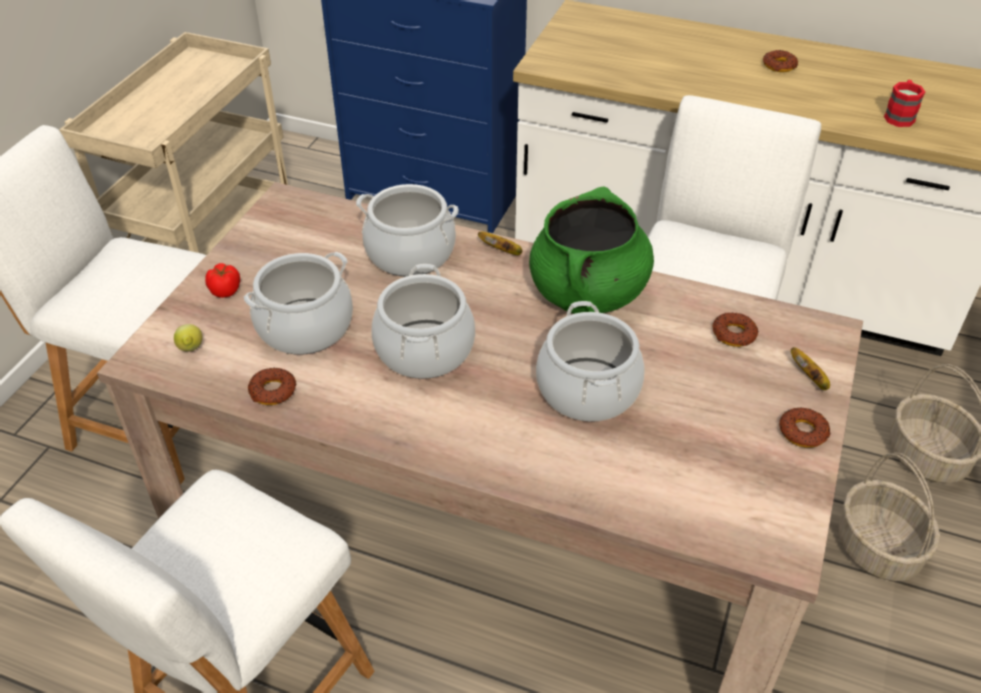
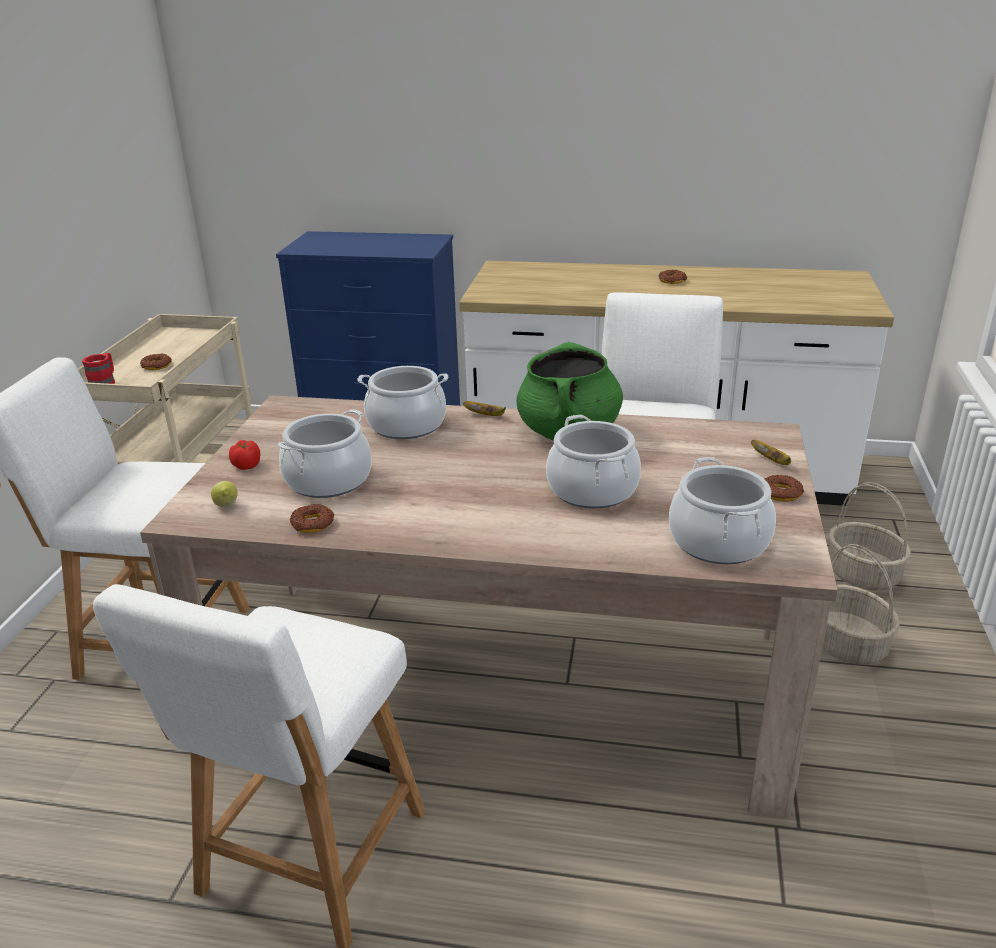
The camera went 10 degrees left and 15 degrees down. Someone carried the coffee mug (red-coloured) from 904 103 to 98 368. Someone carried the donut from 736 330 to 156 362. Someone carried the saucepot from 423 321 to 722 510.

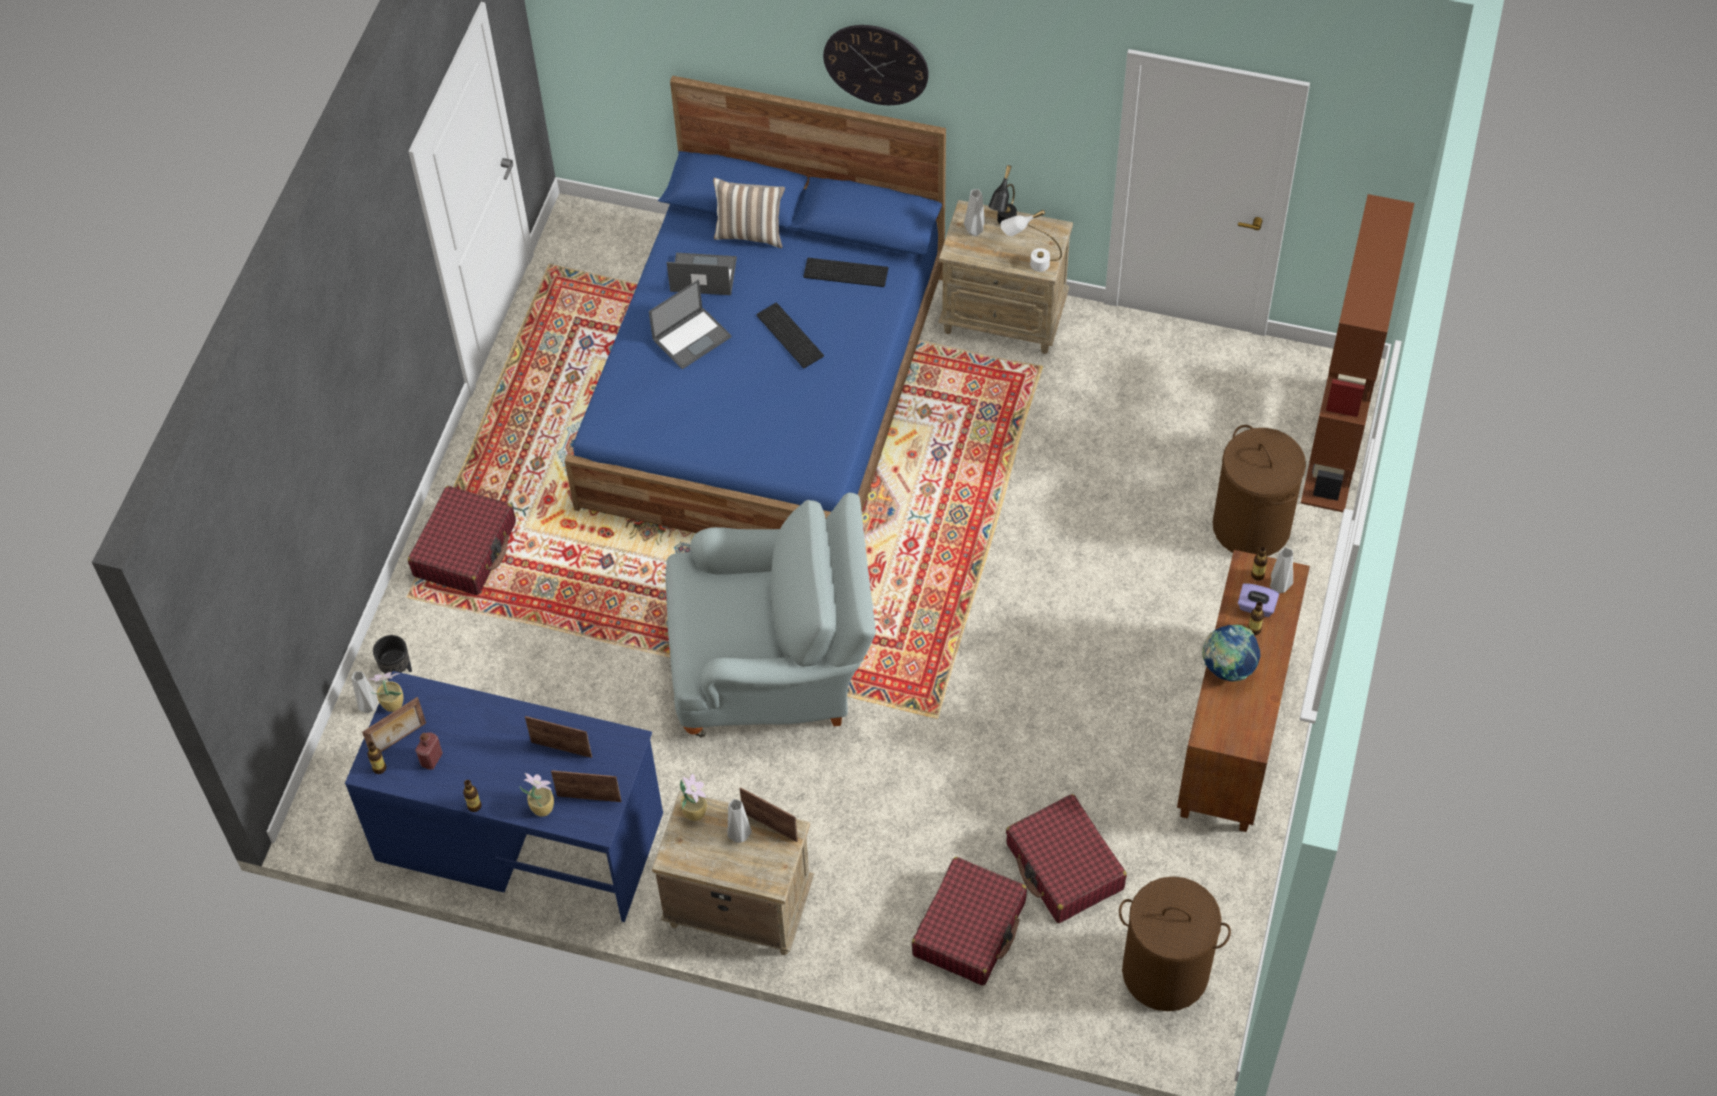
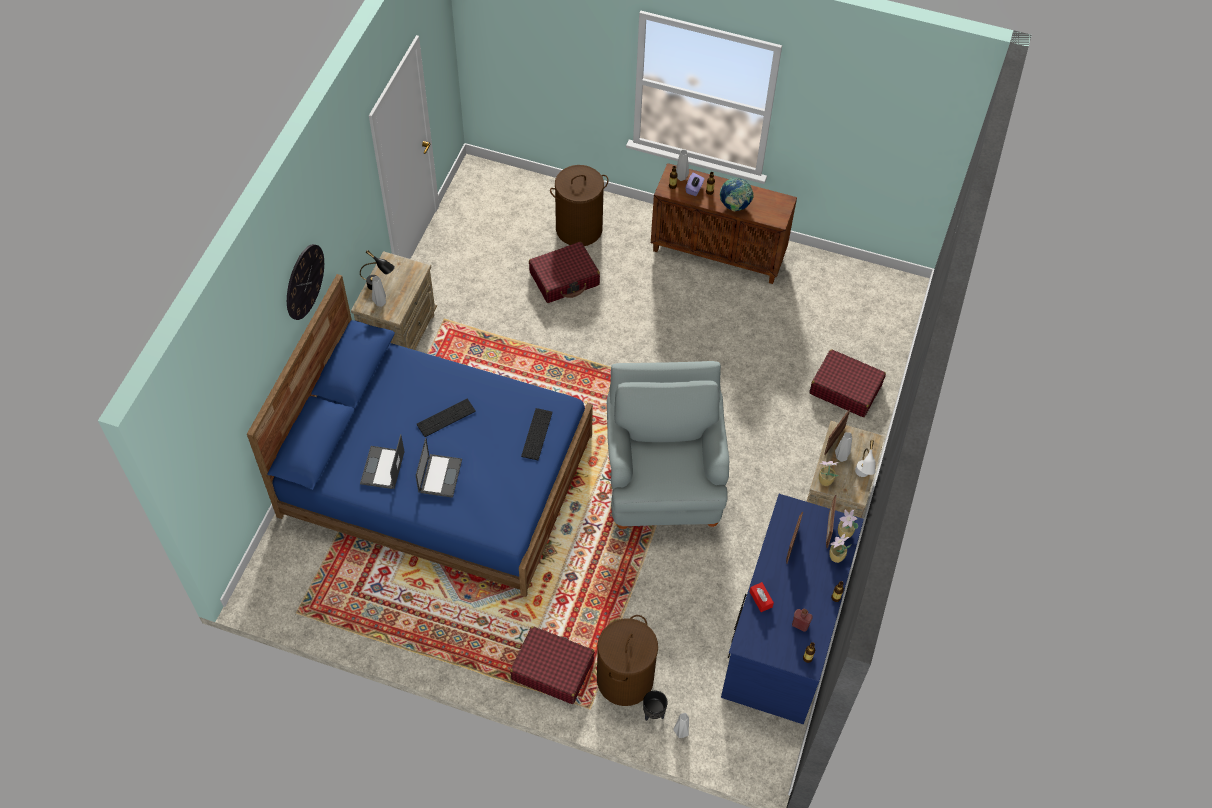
The camera went 90 degrees left and 0 degrees up. Someone rotated the portable computer at 690 324 by 45 degrees clockwise. Someone carried the keyboard from 845 272 to 536 434. Someone carried the suitcase (red-coloured) from 1066 858 to 564 272. Someone carried the hamper (brownish) from 1175 943 to 627 660. Someone put down the tissue box (red-coloured) at 762 597. Someone carried the potted plant from 385 692 to 848 523. Someone carried the lamp for a table (whitish) from 1031 241 to 865 458. Someone took away the picture frame at 394 724. Someone took away the cushion at 749 213. Someone took away the shelving unit (brownish) at 1357 353.

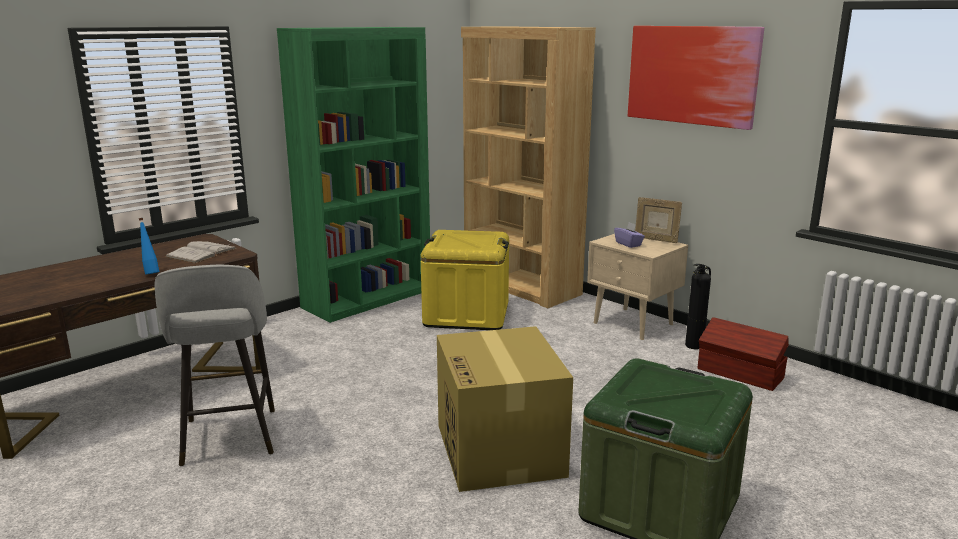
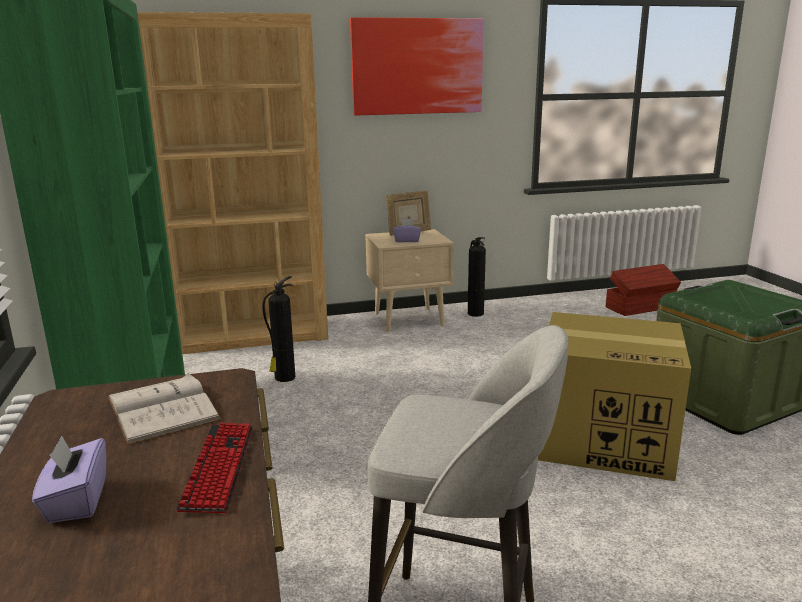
The camera went 60 degrees left and 0 degrees up. Someone put down the tissue box (purple-coloured) at 69 479. Someone swapped the beverage bottle (bluish) at 149 246 for the keyboard at 214 467. Someone swapped the storage bin (yellow) at 464 280 for the extinguisher at 279 329. Someone carried the storage bin (brownish) from 743 354 to 643 290.

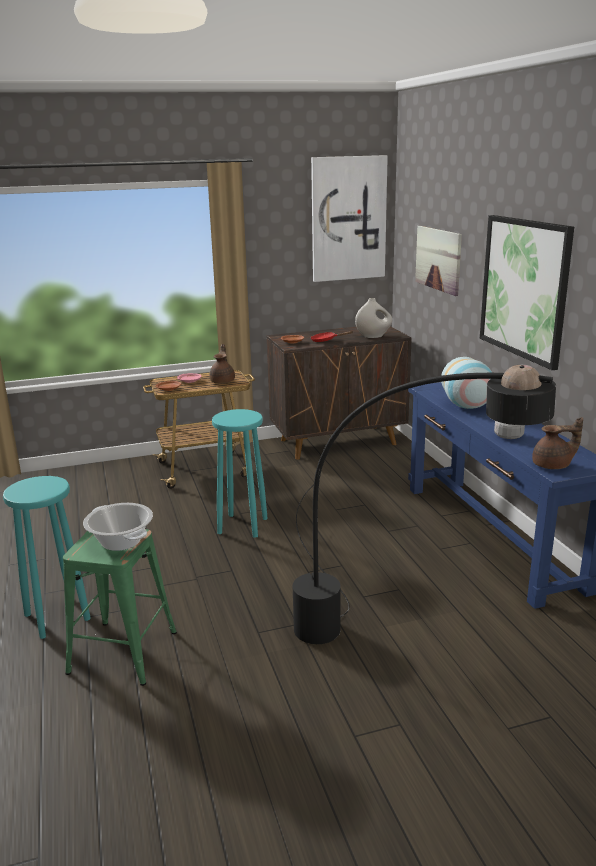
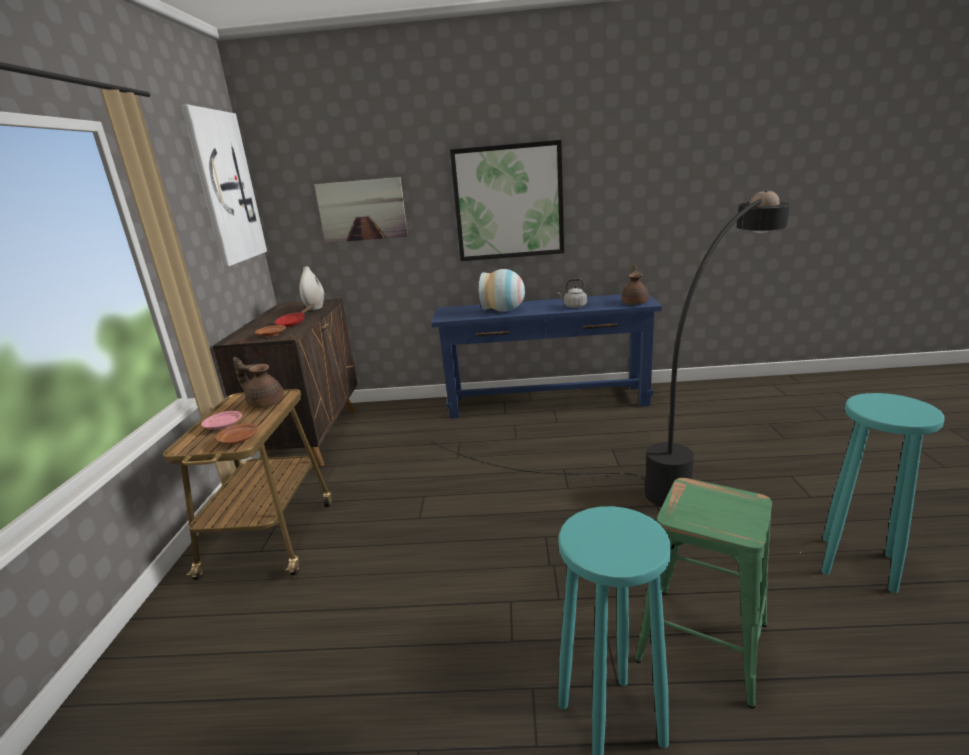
The camera went 70 degrees left and 0 degrees up. Someone carried the stool seat (turquoise) from 240 473 to 883 493. Someone took away the saucepot at 118 527.

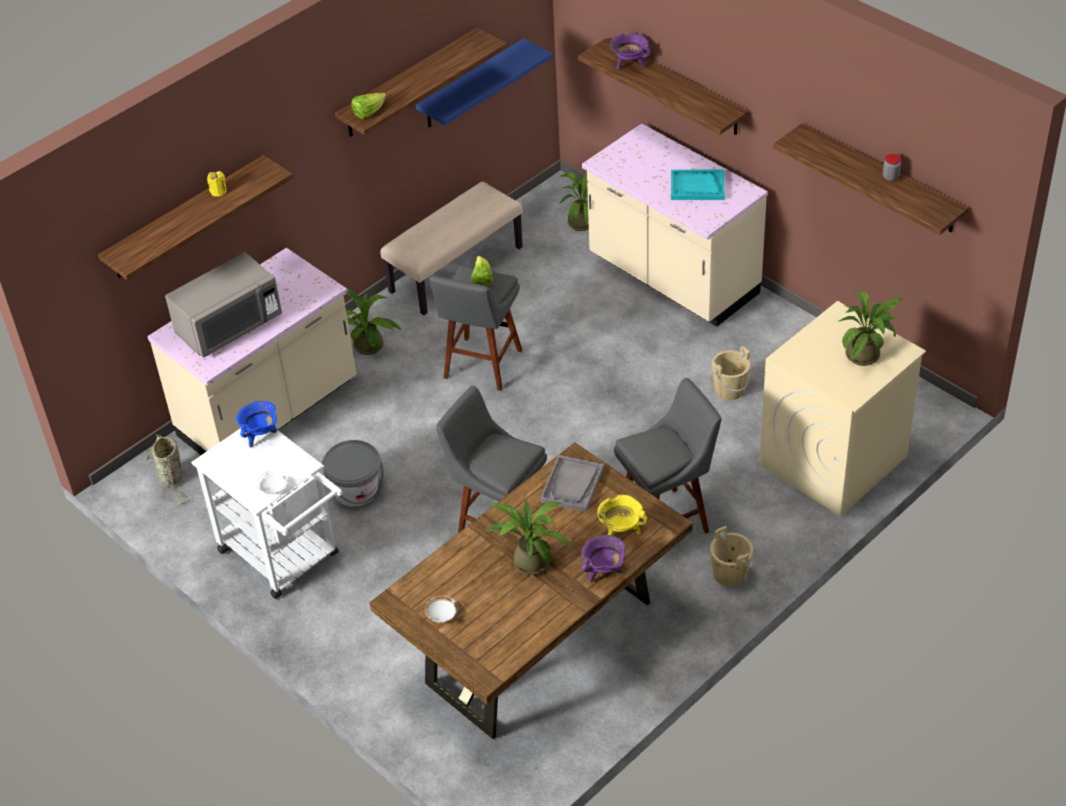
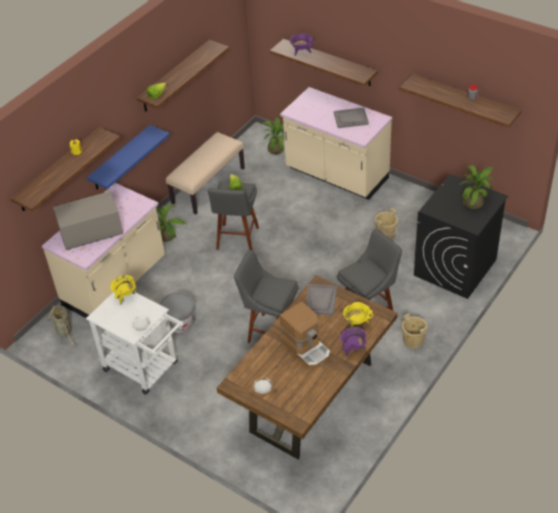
The camera went 10 degrees left and 0 degrees up. Someone rotated the kitchen microwave (grey) at 223 304 by 150 degrees counterclockwise. Someone carried the bracket shelf (bluish) from 484 83 to 128 157. Someone repainted the saucepot (bluish) at 257 424, which became the saucepot (yellow) at 123 289. Someone swapped the potted plant at 529 538 for the coffee machine at 305 334. Someone repainted the tray (turquoise) at 698 185, which became the tray (grey) at 351 118. Someone repainted the laundry appliance (sand-coloured) at 842 409, which became the laundry appliance (black) at 461 236.

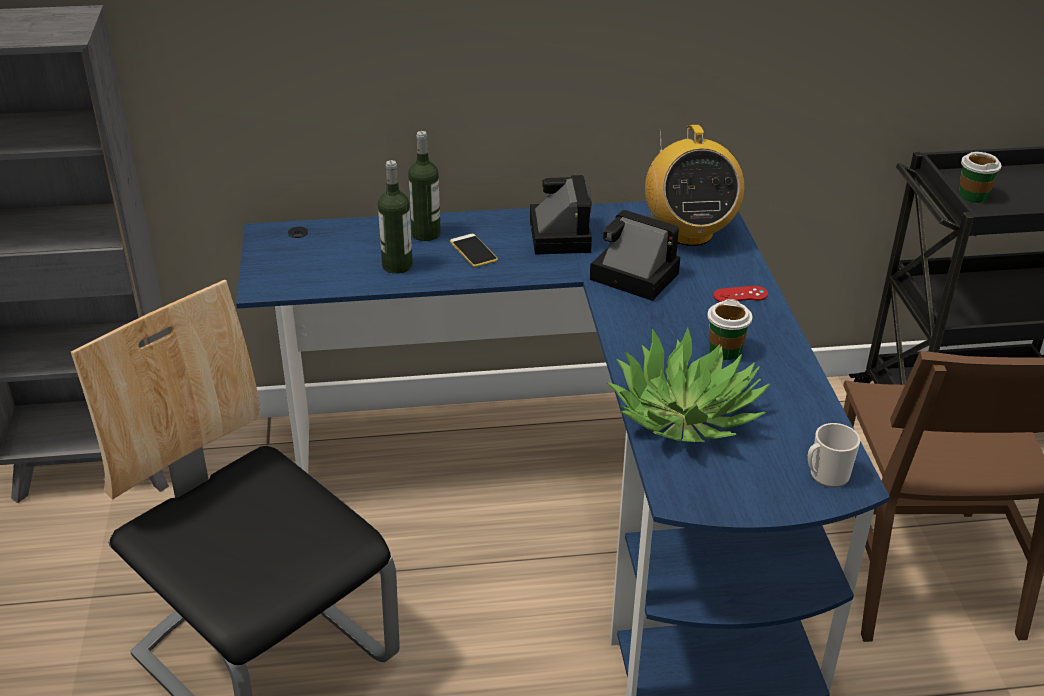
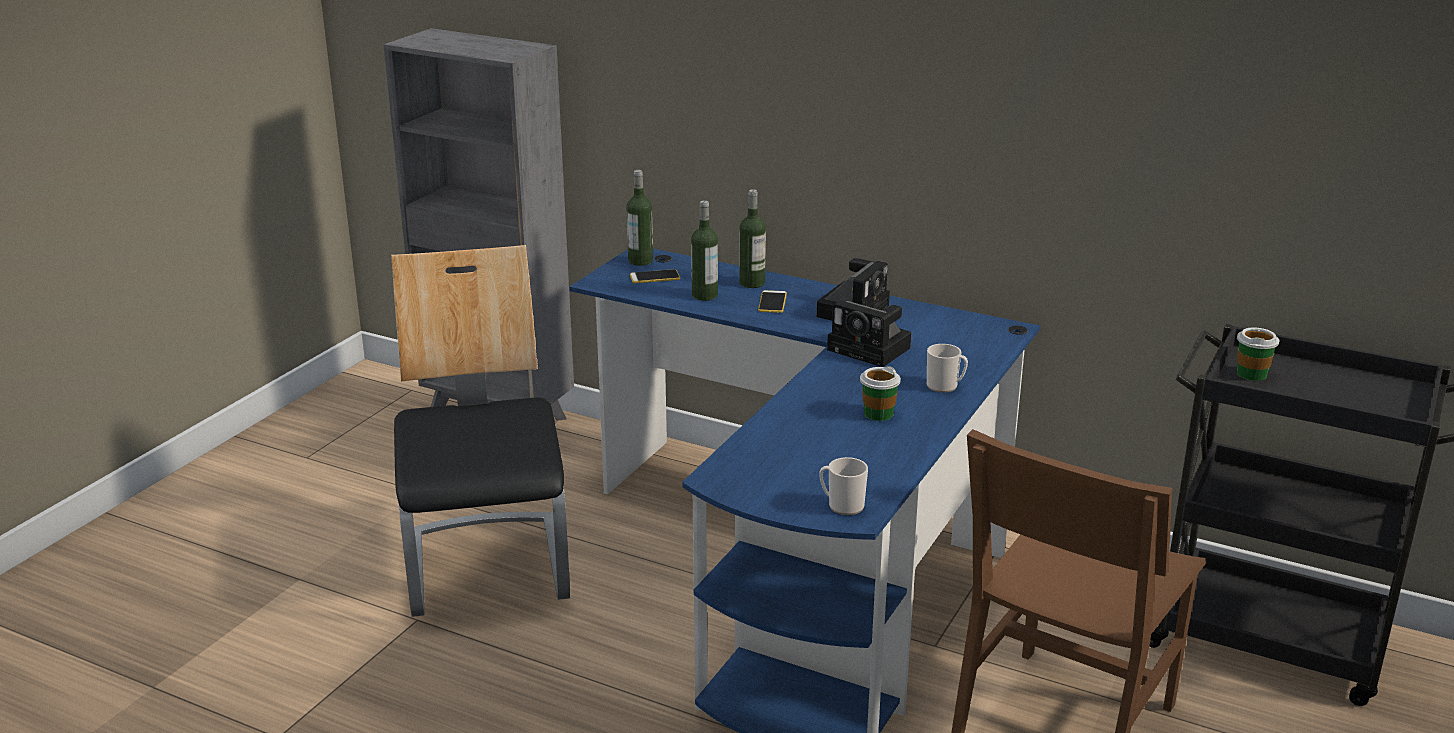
The camera went 35 degrees right and 10 degrees down. Someone put down the beverage bottle at 640 218. Someone put down the telephone at 655 276. Someone rotated the photo camera at 635 255 by 150 degrees clockwise. Someone swapped the joypad (red-coloured) at 740 294 for the coffee mug at 947 368. Someone took away the potted plant at 688 384. Someone took away the radio at 694 185.

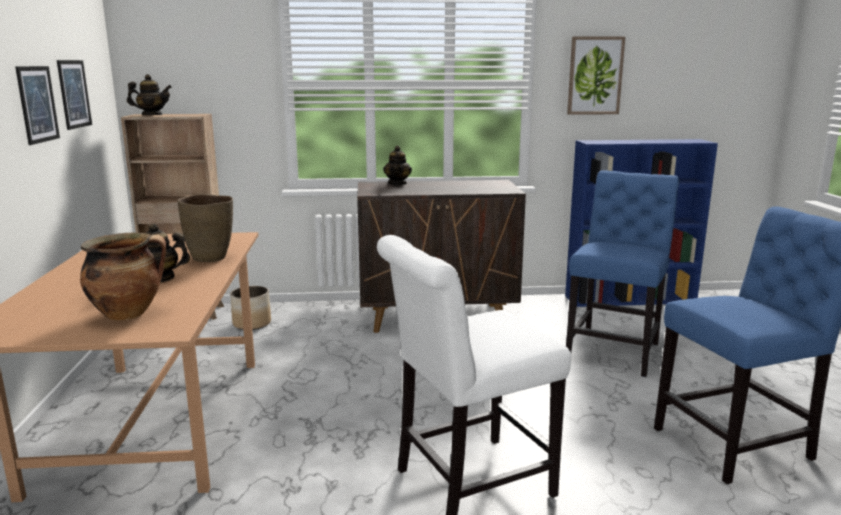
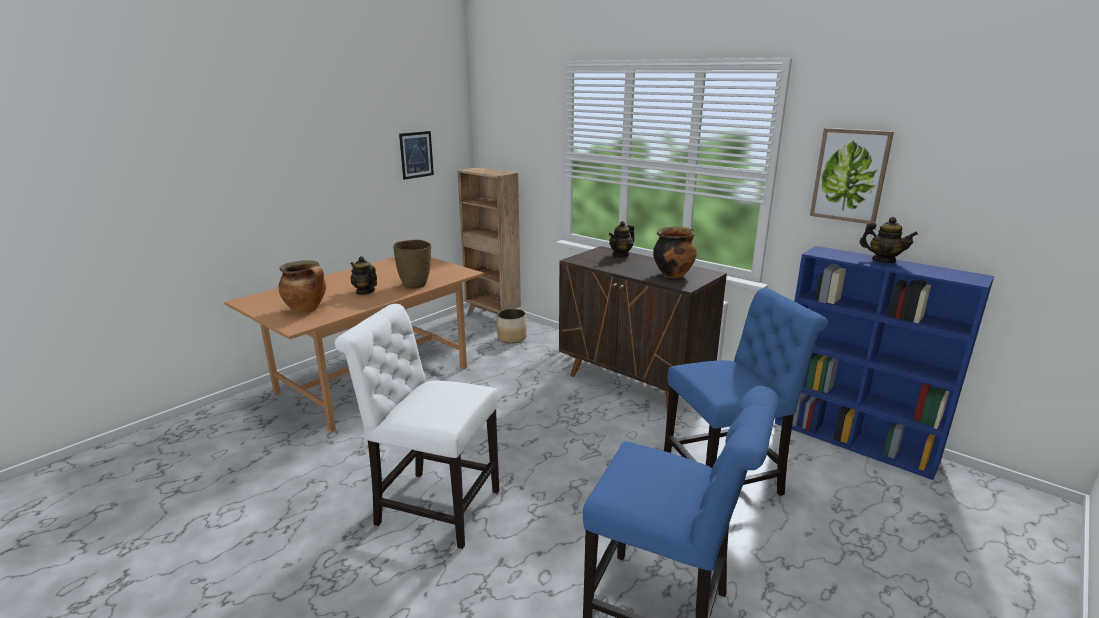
The camera went 45 degrees right and 5 degrees up. Someone put down the saucepot at 675 252. Someone carried the tea pot from 149 94 to 888 240. Someone took away the picture at 37 105.

